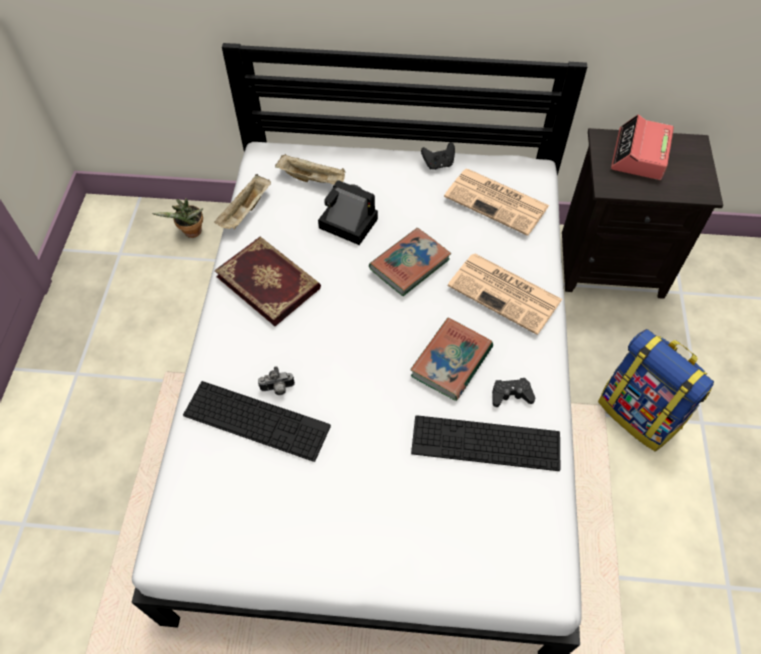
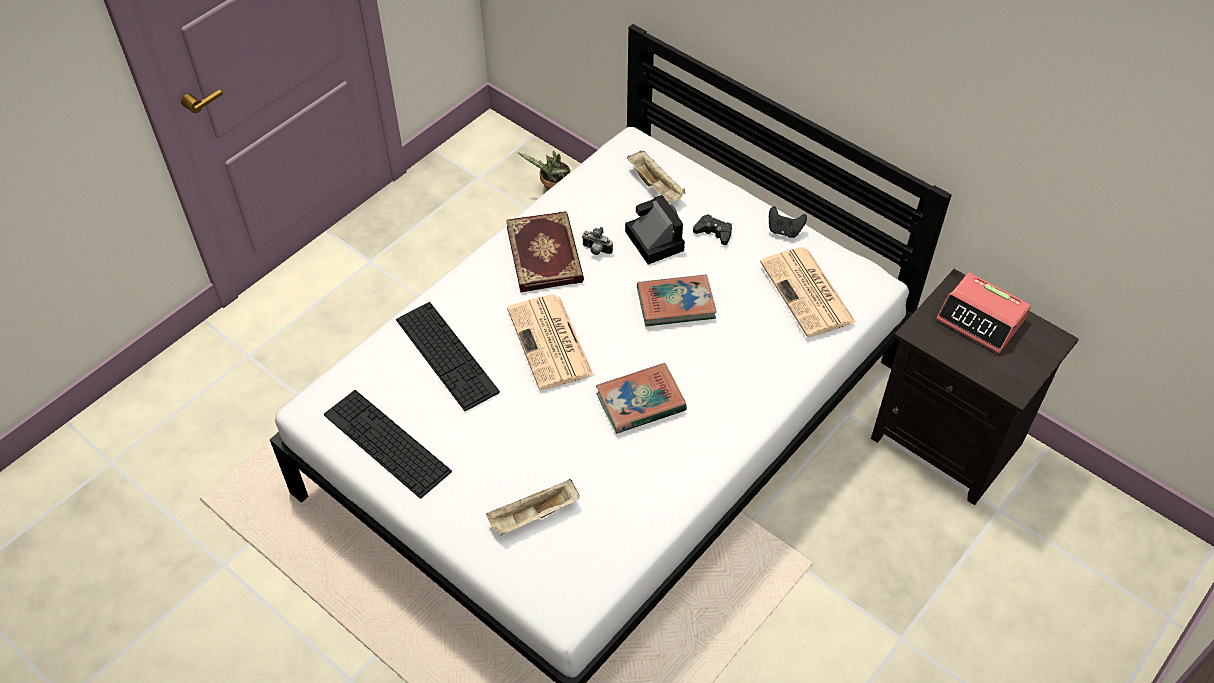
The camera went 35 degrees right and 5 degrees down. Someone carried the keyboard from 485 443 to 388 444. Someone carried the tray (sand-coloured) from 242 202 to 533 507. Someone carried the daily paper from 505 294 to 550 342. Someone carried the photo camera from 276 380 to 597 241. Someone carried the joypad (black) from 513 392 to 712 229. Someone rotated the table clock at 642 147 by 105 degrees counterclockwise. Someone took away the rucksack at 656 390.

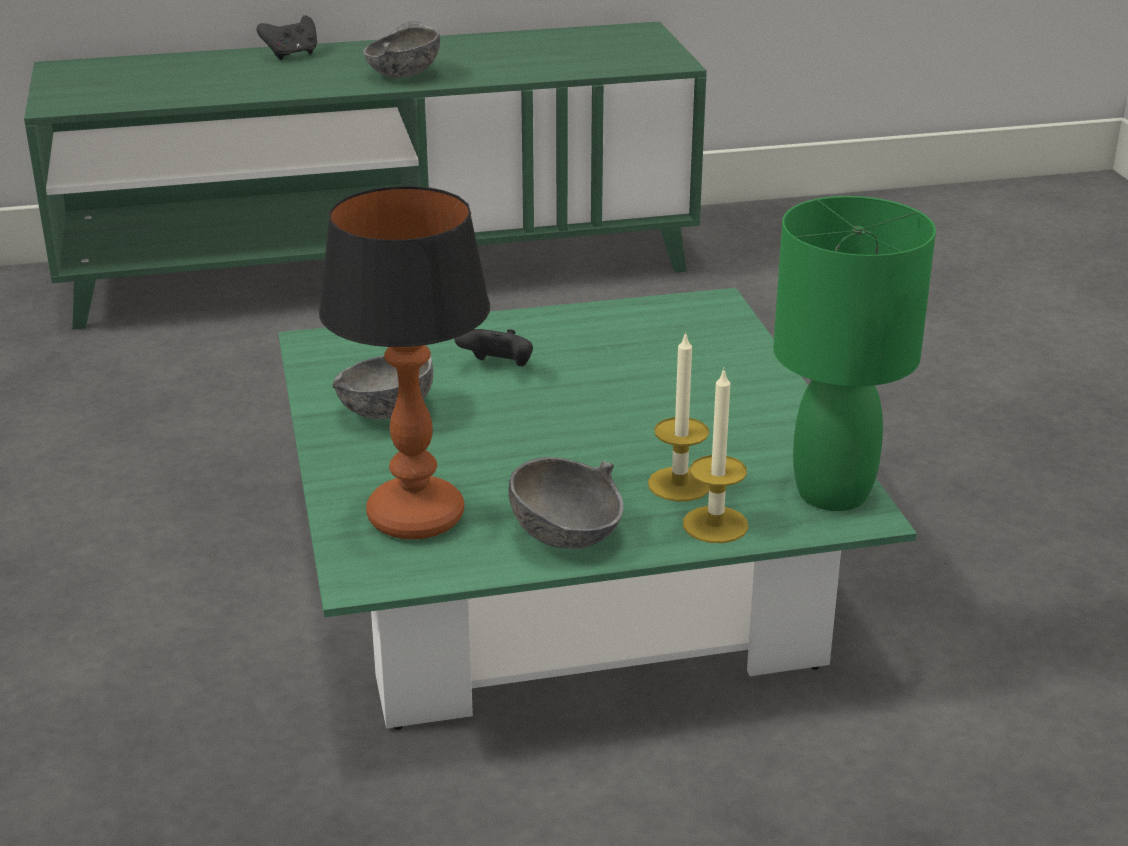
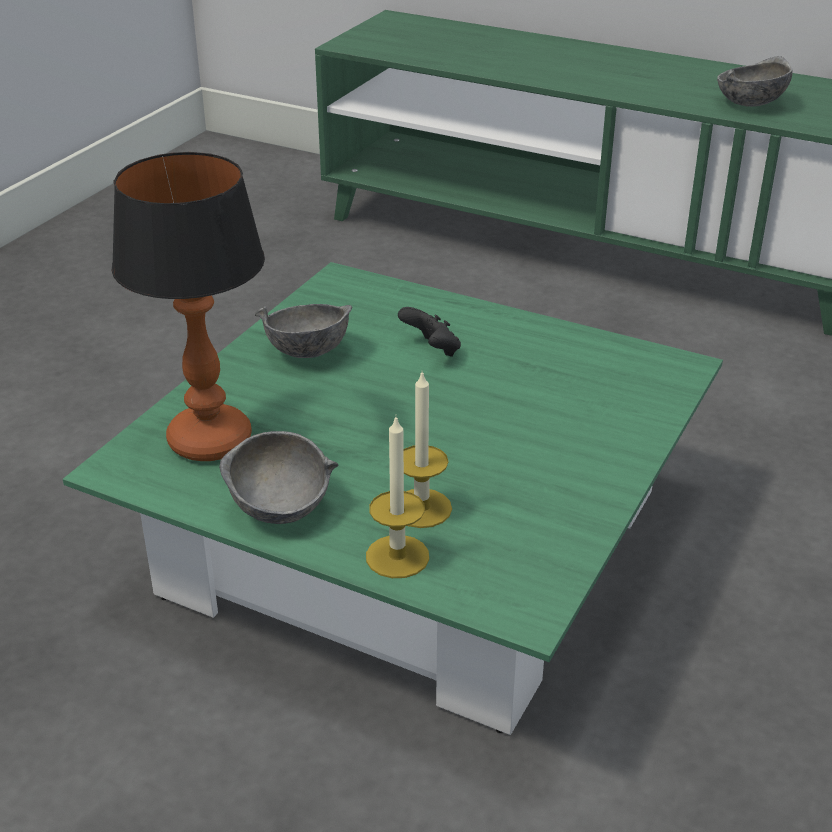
The camera went 40 degrees right and 5 degrees up. Someone carried the bowl (grey) from 401 49 to 754 81. Someone took away the joypad (black) at 286 37. Someone took away the lamp for a table (green-coloured) at 854 353.

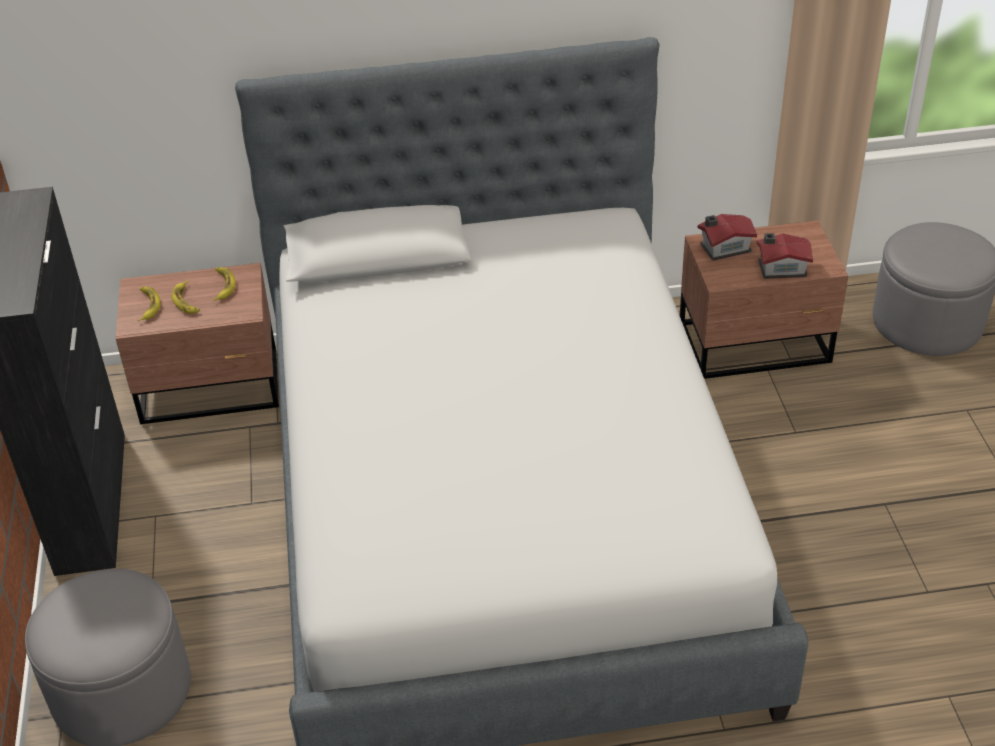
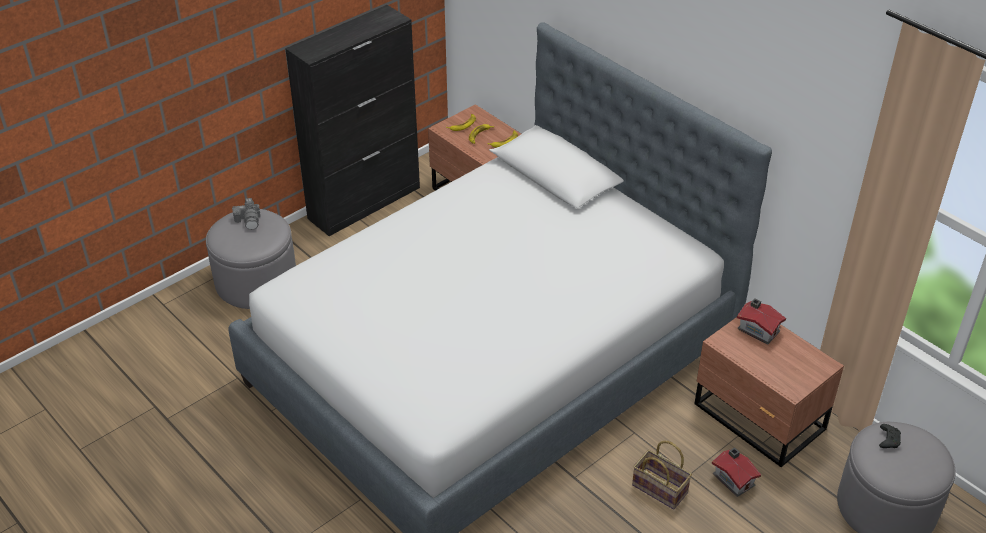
The camera went 55 degrees right and 0 degrees up. Someone put down the photo camera at 246 214. Someone put down the household basket at 662 475. Someone carried the toy house from 785 256 to 736 472. Someone put down the joypad (black) at 890 436.

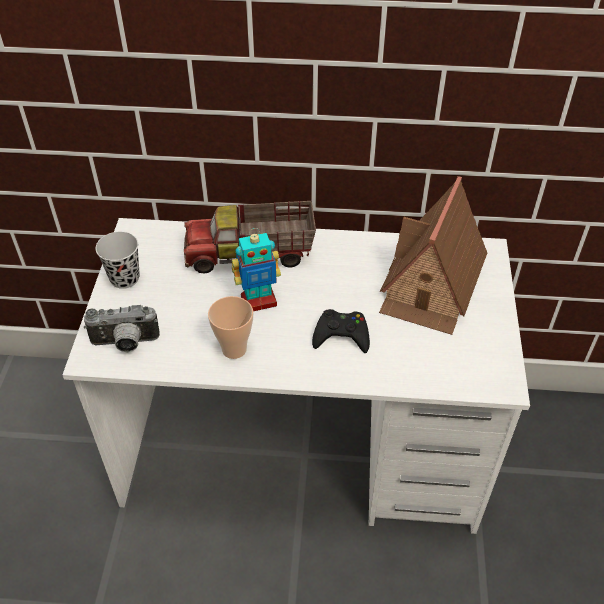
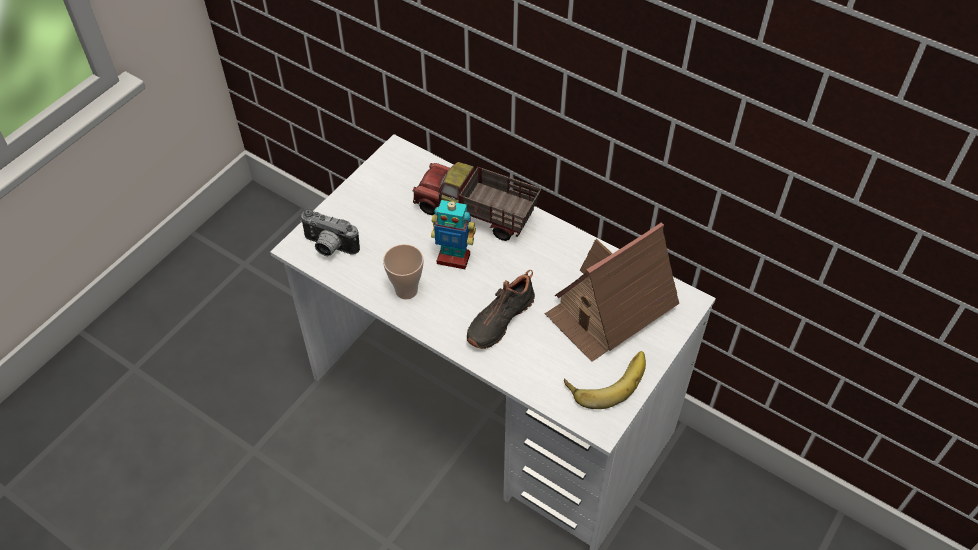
The camera went 30 degrees right and 5 degrees up. Someone swapped the joypad (black) at 341 331 for the shoe (black) at 501 309. Someone put down the banana fruit at 605 380. Someone took away the small cup (black) at 118 260.

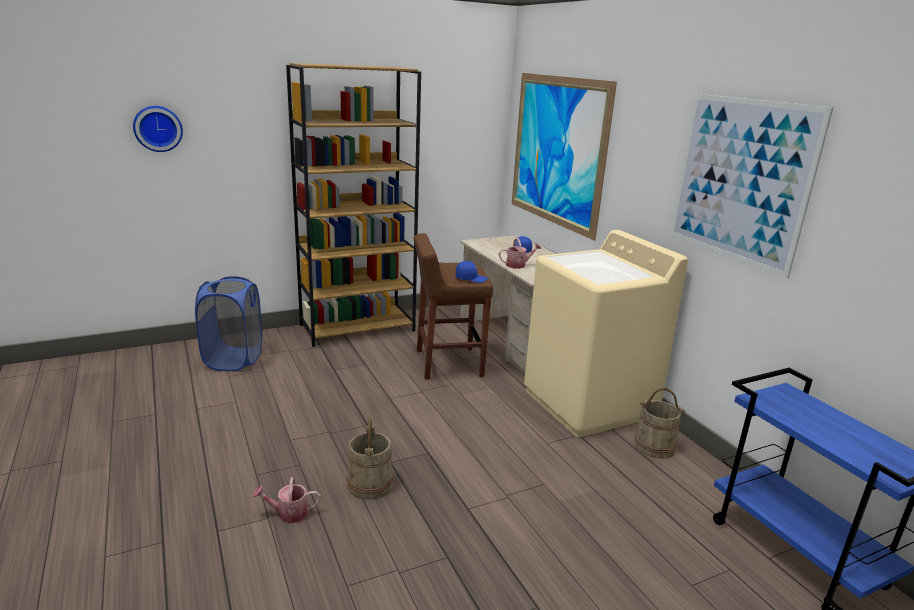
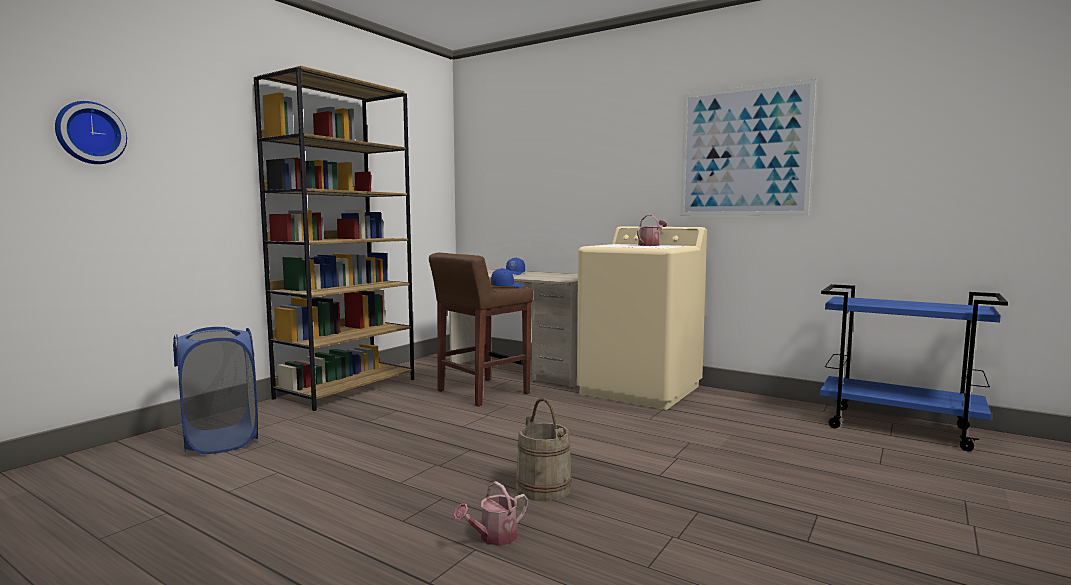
The camera went 30 degrees left and 15 degrees down. Someone carried the watering can from 520 253 to 652 230. Someone took away the picture at 564 157. Someone took away the bucket (sand-coloured) at 659 423.

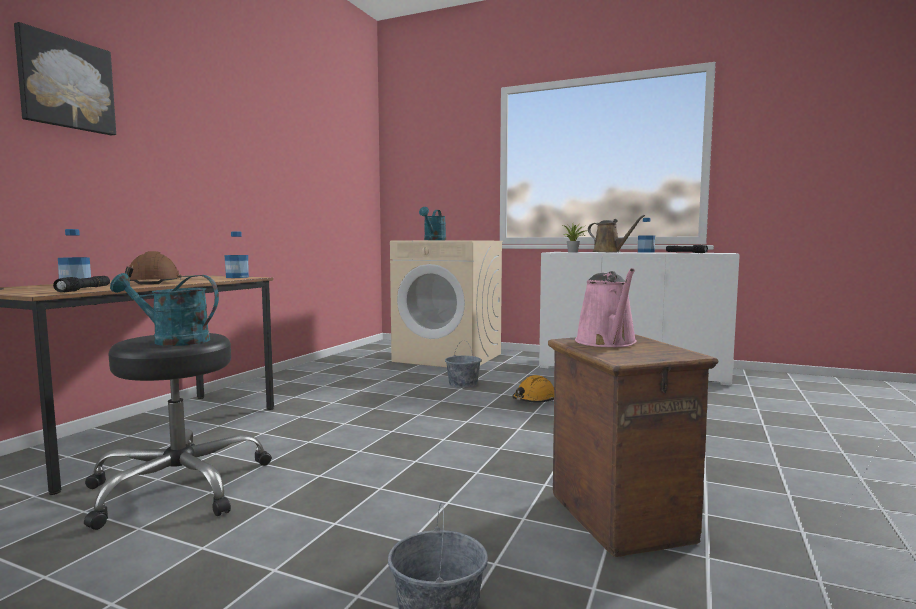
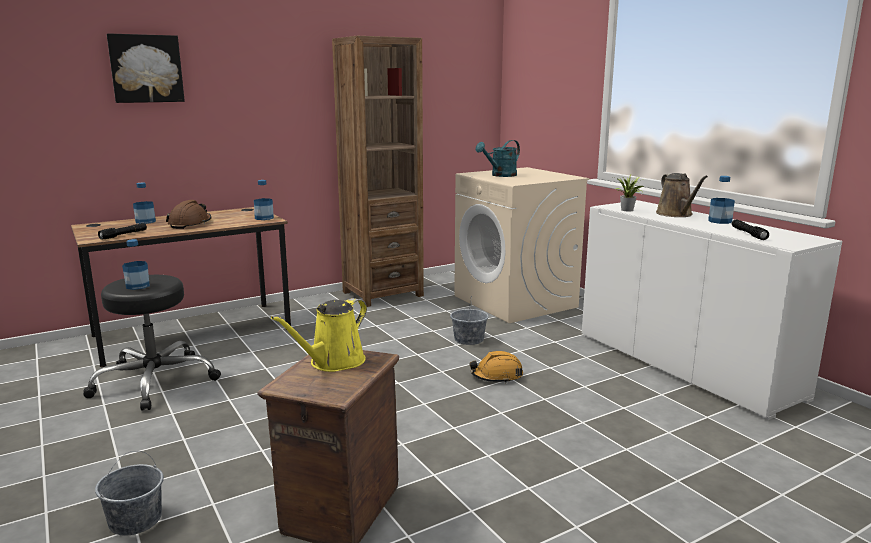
The camera went 35 degrees right and 10 degrees up. Someone swapped the watering can (turquoise) at 164 309 for the beverage bottle at 136 264. Someone repainted the watering can (pink) at 606 307, which became the watering can (yellow) at 319 335. Someone put down the shelving unit (brownish) at 378 171.

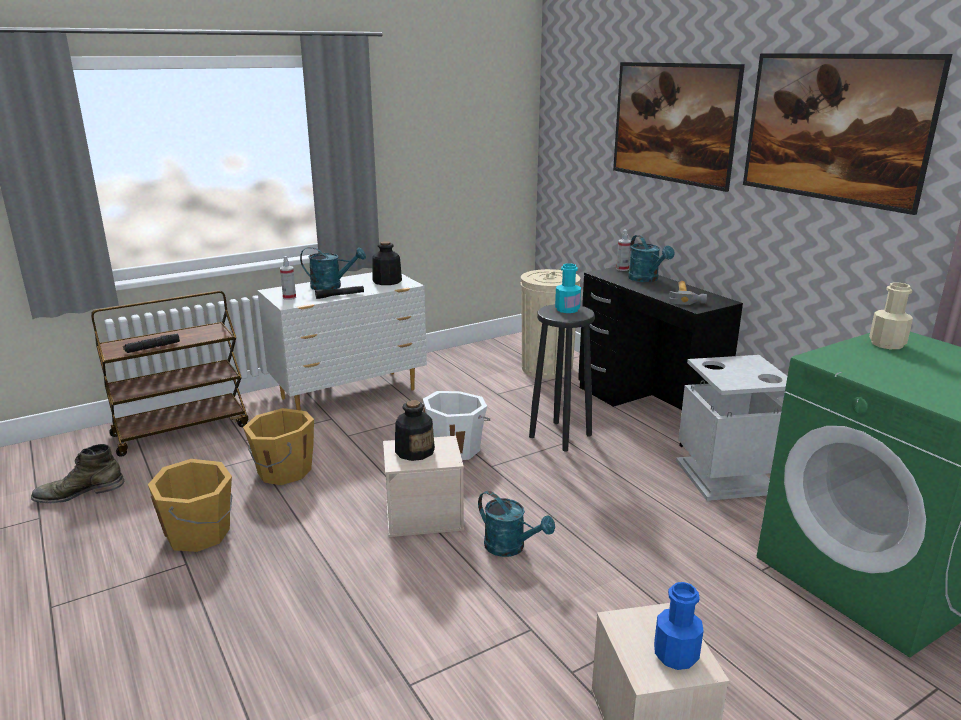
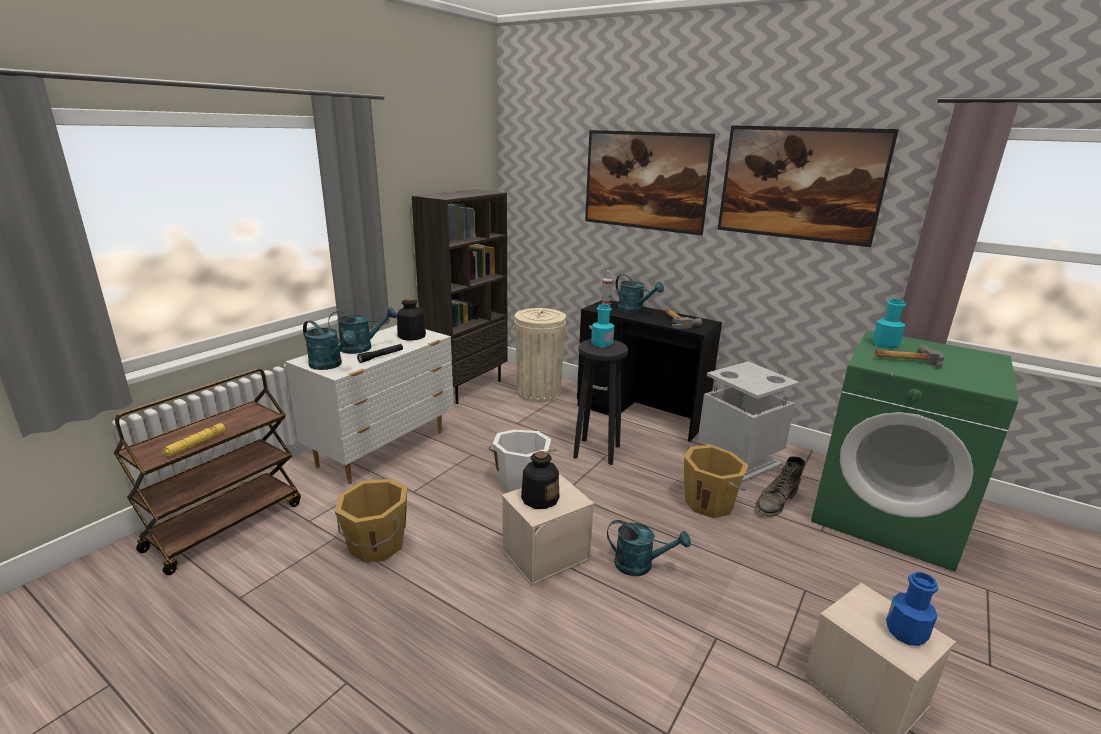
The camera went 25 degrees left and 0 degrees up. Someone repainted the torch (black) at 151 343, which became the torch (yellow) at 194 440. Someone swapped the hand sprayer at 288 278 for the watering can (turquoise) at 329 345. Someone put down the shelving unit (brownish) at 460 296. Someone carried the bucket (orangey) from 190 505 to 716 481. Someone carried the high-top boot (green-coloured) from 78 473 to 780 486. Someone repainted the beverage bottle (sand-coloured) at 891 316, which became the beverage bottle (turquoise) at 889 324. Someone put down the hammer at 910 357.

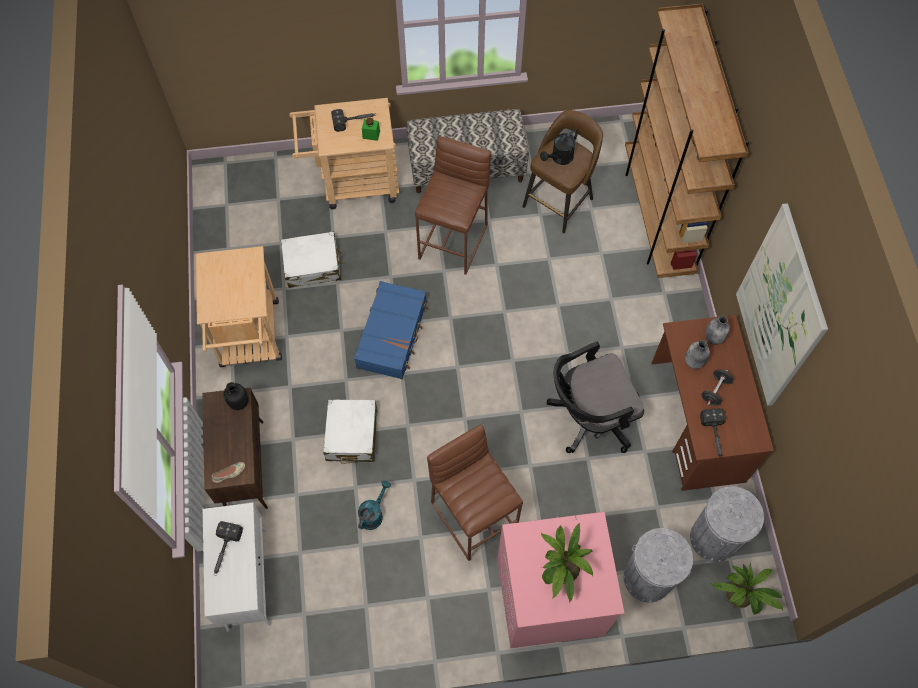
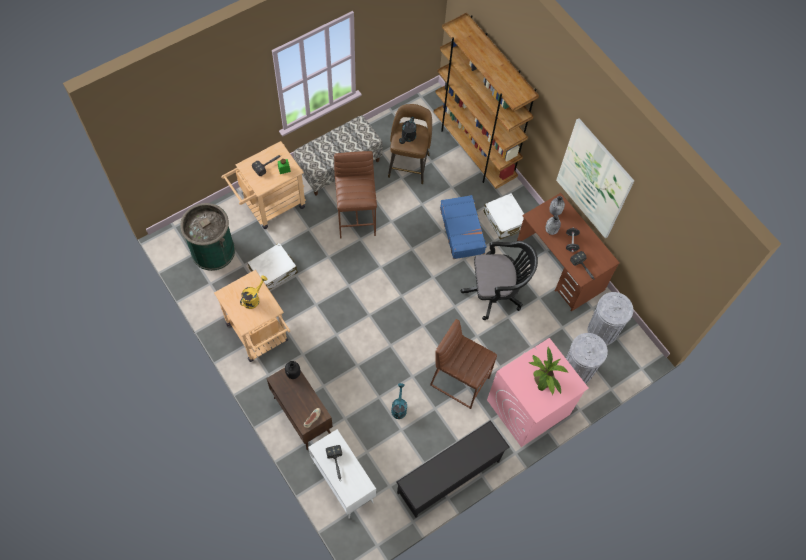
The camera went 30 degrees left and 0 degrees up. Someone put down the waste bin (green-coloured) at 207 237. Someone put down the watering can (yellow) at 254 292. Someone put down the shoe stand (black) at 452 469. Someone carried the suitcase (bluish) from 391 330 to 463 227. Someone rotated the computer chair (black) at 595 397 by 135 degrees counterclockwise. Someone carried the suitcase (whitish) from 350 431 to 503 216. Someone took away the potted plant at 747 589.

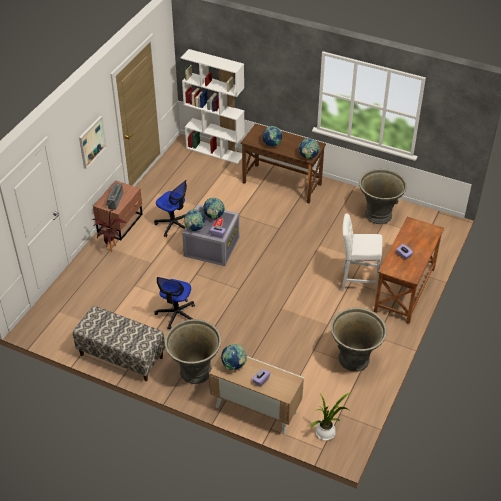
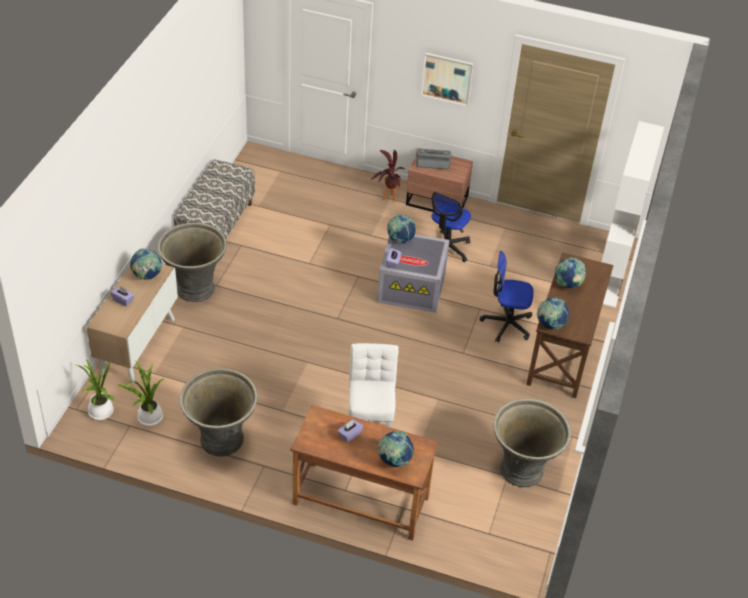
The camera went 80 degrees right and 0 degrees up. Someone put down the potted plant at 140 393. Someone carried the globe from 214 208 to 396 449. Someone carried the computer chair from 174 303 to 506 297.

